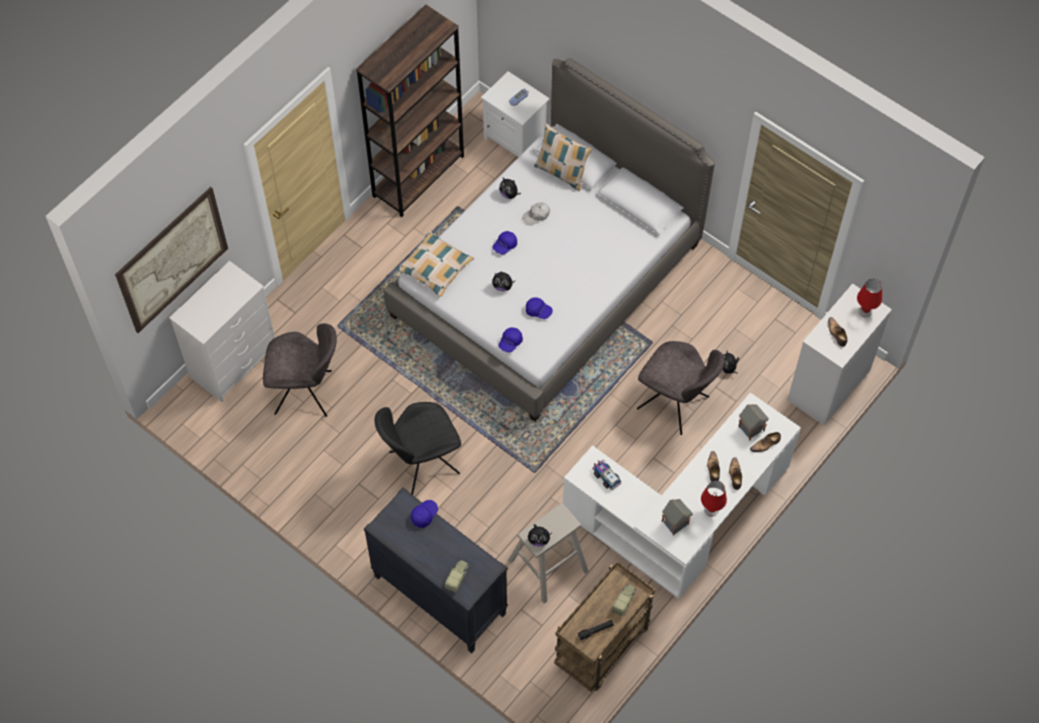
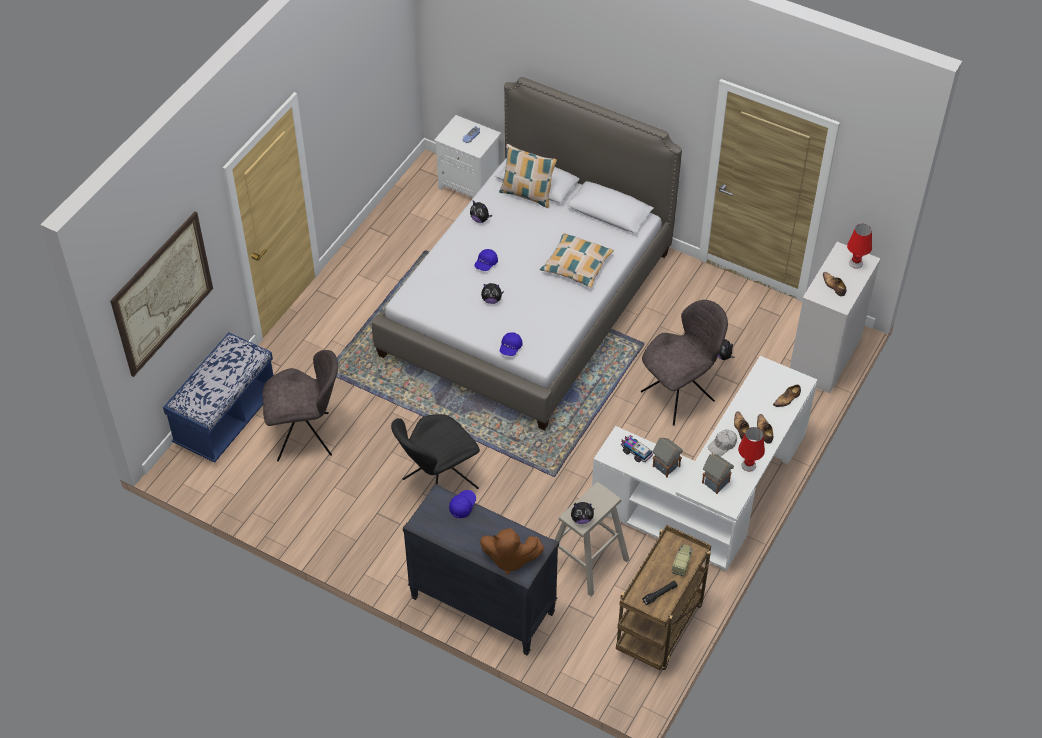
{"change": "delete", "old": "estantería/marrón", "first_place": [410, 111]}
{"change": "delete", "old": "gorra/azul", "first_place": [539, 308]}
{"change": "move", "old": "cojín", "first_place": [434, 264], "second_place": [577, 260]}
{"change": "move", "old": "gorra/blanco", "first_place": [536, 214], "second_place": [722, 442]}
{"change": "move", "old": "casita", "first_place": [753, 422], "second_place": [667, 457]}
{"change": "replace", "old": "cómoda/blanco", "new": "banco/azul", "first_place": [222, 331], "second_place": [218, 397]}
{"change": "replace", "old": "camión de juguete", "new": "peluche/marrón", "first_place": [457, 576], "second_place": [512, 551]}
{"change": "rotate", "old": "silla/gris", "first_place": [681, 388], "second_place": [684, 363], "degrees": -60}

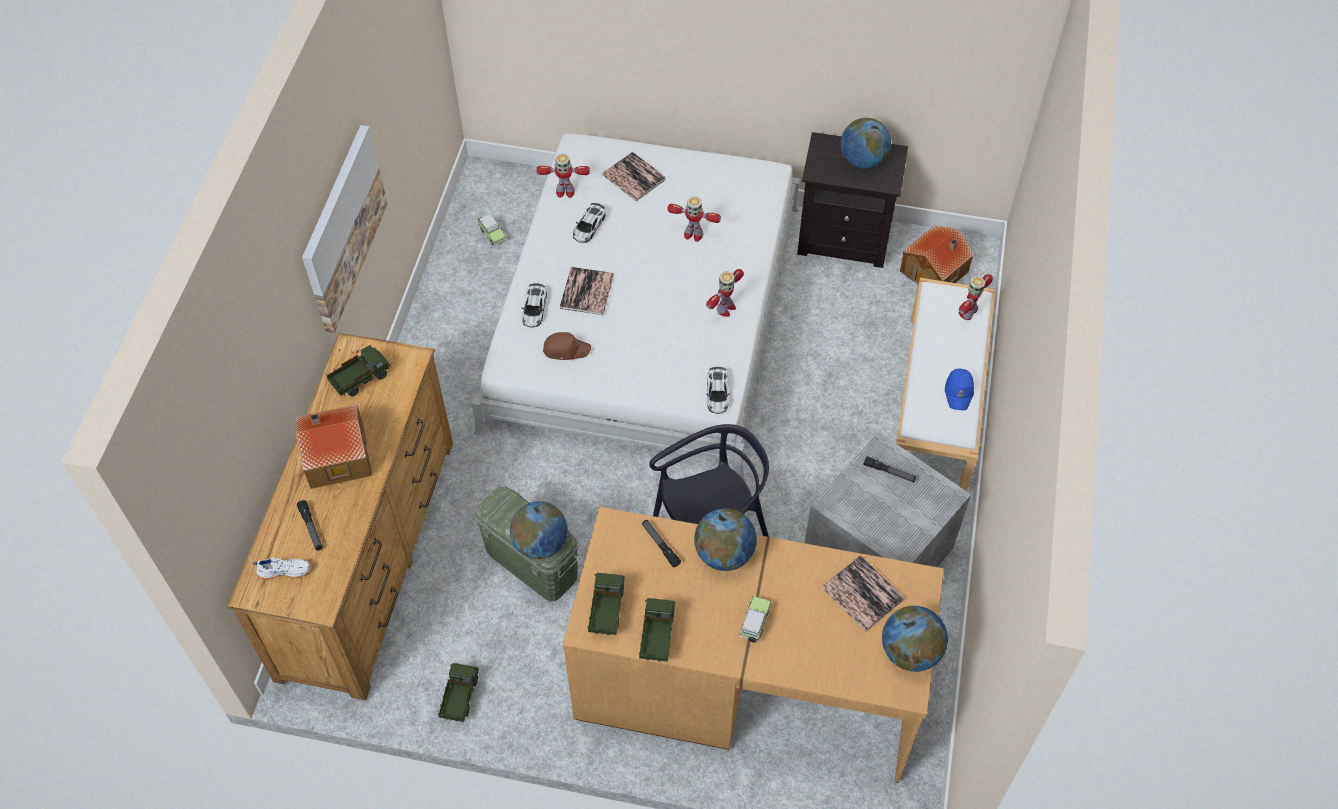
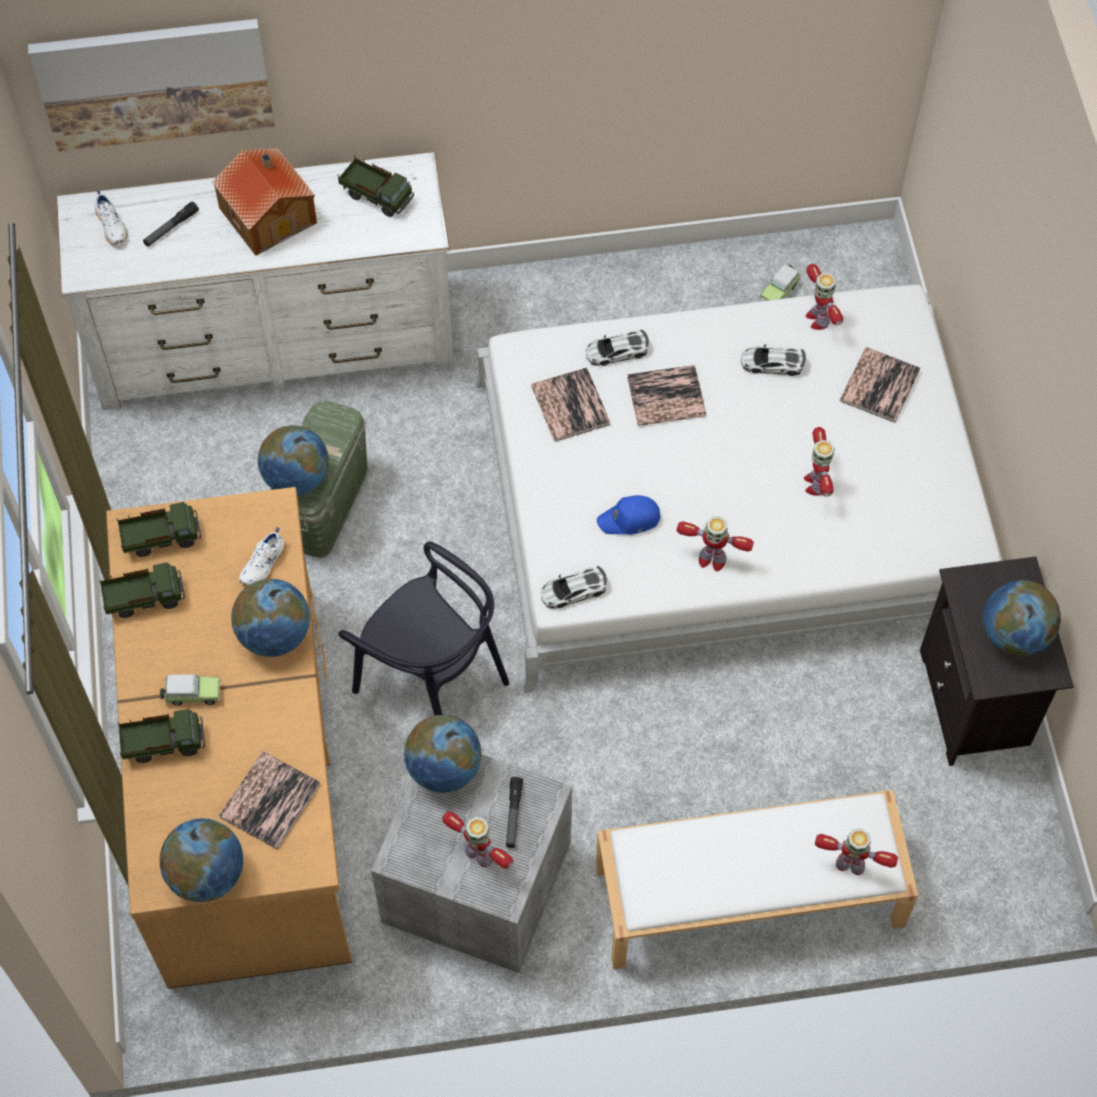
{"change": "delete", "old": "casita", "first_place": [937, 255]}
{"change": "insert", "new": "globo terráqueo", "second_place": [443, 754]}
{"change": "insert", "new": "robot de juguete", "second_place": [477, 840]}
{"change": "move", "old": "cuadro", "first_place": [345, 229], "second_place": [151, 85]}
{"change": "move", "old": "camión de juguete", "first_place": [458, 692], "second_place": [161, 735]}
{"change": "move", "old": "gorra/azul", "first_place": [959, 389], "second_place": [628, 515]}
{"change": "replace", "old": "gorra/marrón", "new": "libro", "first_place": [567, 346], "second_place": [570, 404]}
{"change": "replace", "old": "linterna", "new": "zapato/blanco", "first_place": [661, 543], "second_place": [262, 556]}
{"change": "recolor", "old": "cómoda/marrón", "new": "cómoda/blanco", "first_place": [340, 517], "second_place": [255, 281]}

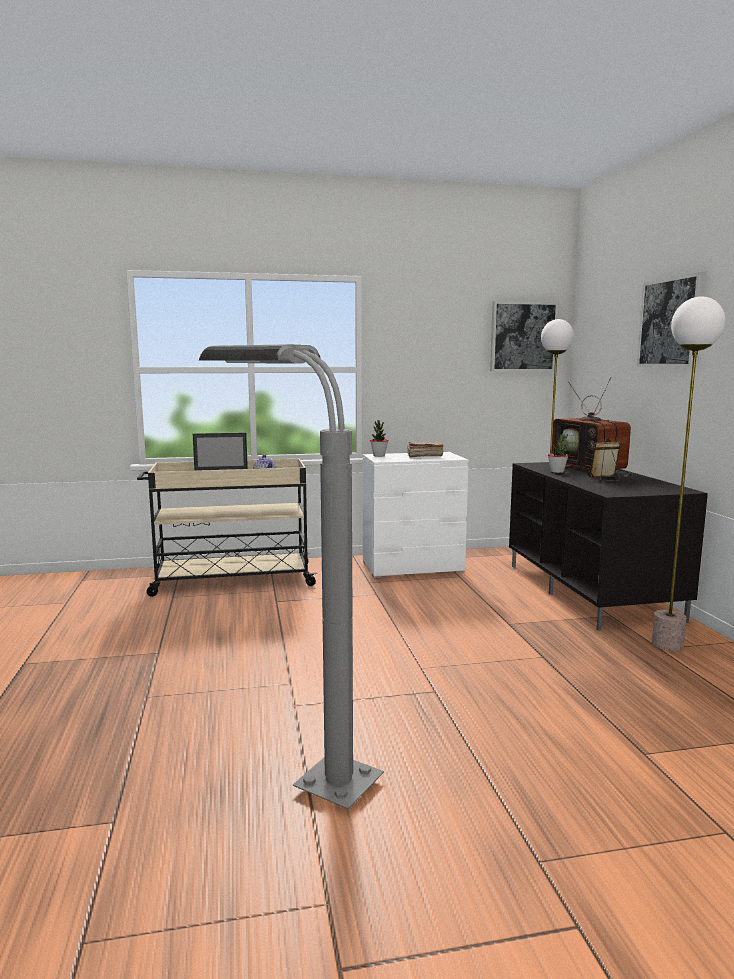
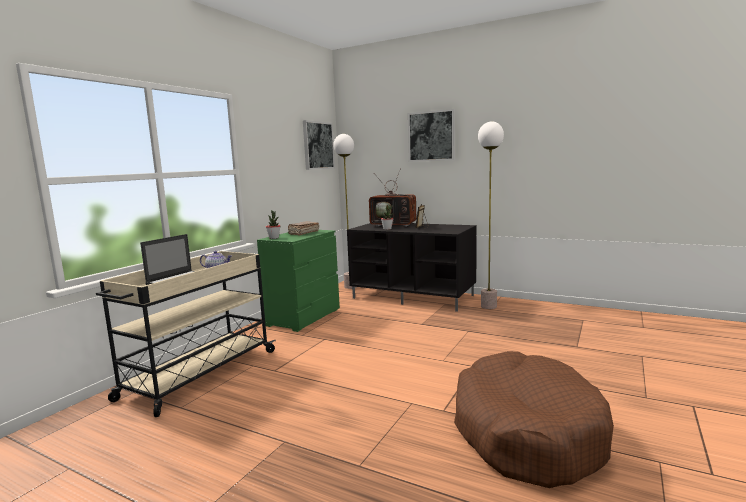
{"change": "replace", "old": "lámpara de pie/gris", "new": "cama para perro/marrón", "first_place": [291, 576], "second_place": [534, 419]}
{"change": "recolor", "old": "cómoda/blanco", "new": "cómoda/verde", "first_place": [416, 515], "second_place": [298, 281]}

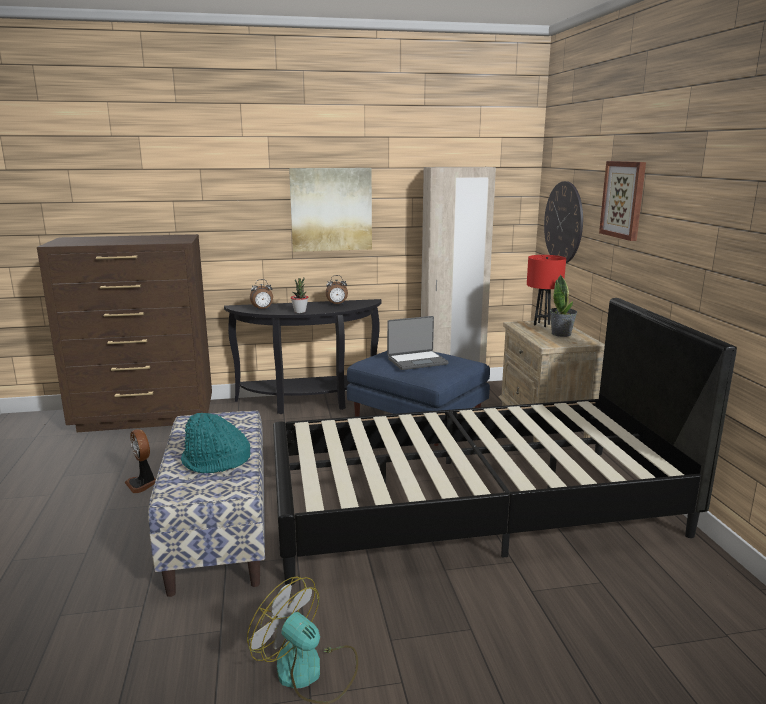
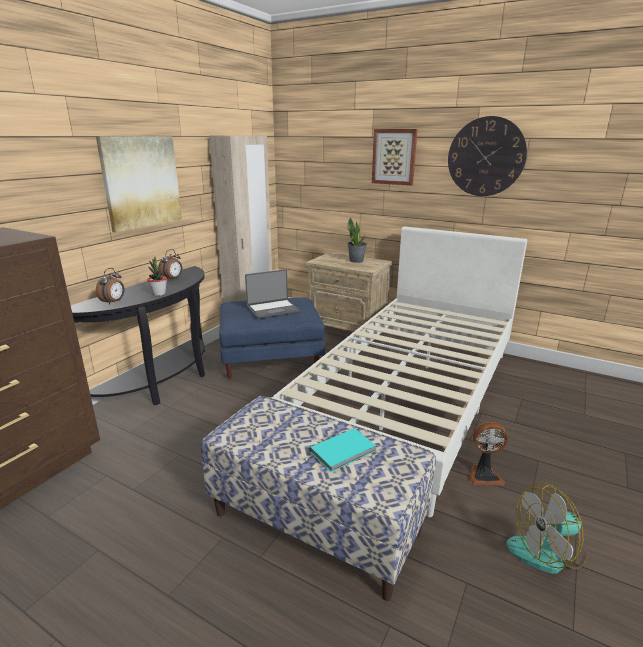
{"change": "delete", "old": "lámpara de mesa/rojo", "first_place": [546, 291]}
{"change": "move", "old": "ventilador", "first_place": [140, 461], "second_place": [488, 454]}
{"change": "move", "old": "reloj de pared", "first_place": [563, 222], "second_place": [487, 156]}
{"change": "replace", "old": "sombrero/turquesa", "new": "libro/turquesa", "first_place": [215, 443], "second_place": [343, 450]}
{"change": "recolor", "old": "cama/negro", "new": "cama/blanco", "first_place": [505, 441], "second_place": [399, 371]}
{"change": "rotate", "old": "portátil", "first_place": [418, 343], "second_place": [272, 294], "degrees": 45}

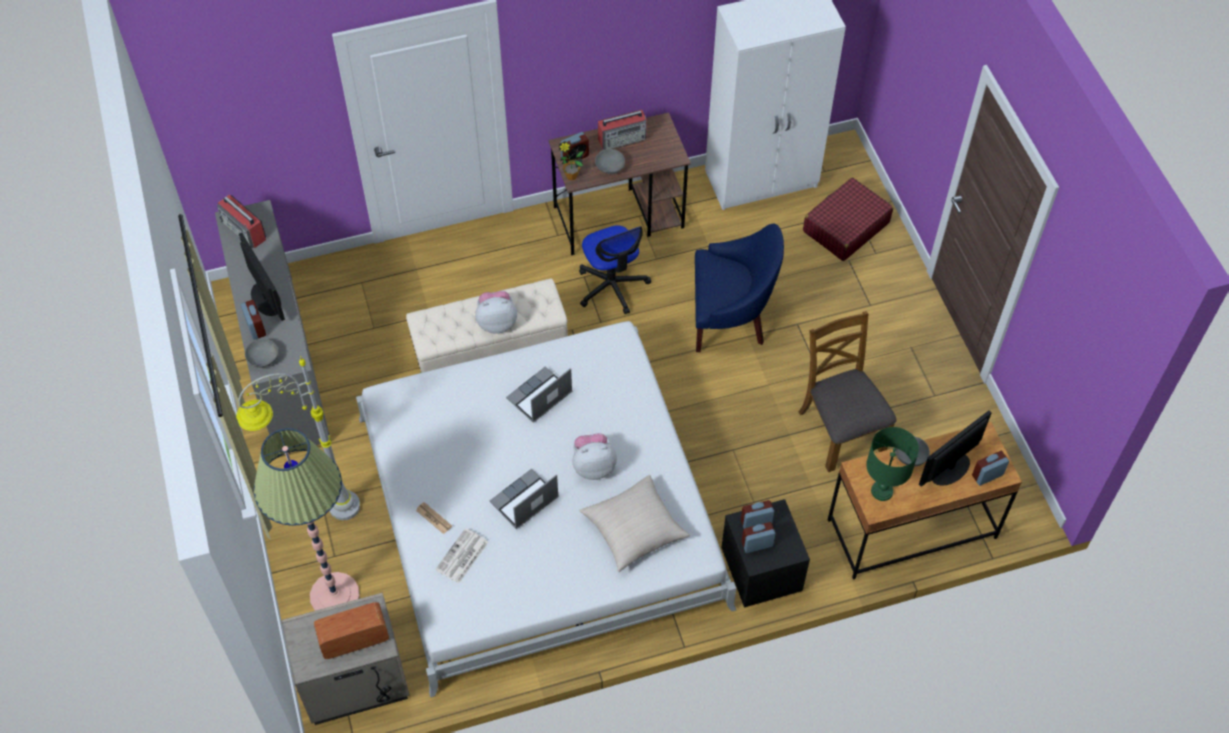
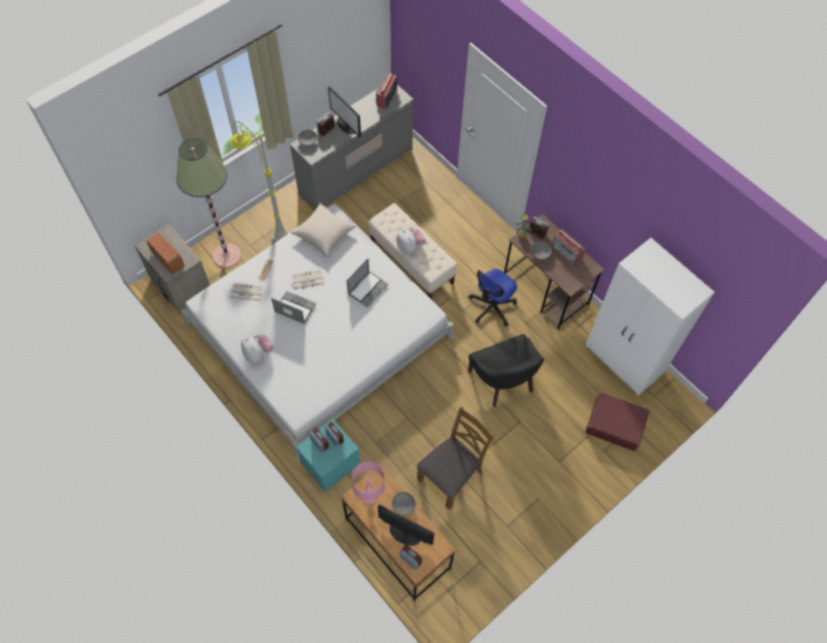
{"change": "insert", "new": "periódico", "second_place": [308, 279]}
{"change": "move", "old": "peluche", "first_place": [594, 456], "second_place": [257, 349]}
{"change": "move", "old": "cojín/beis", "first_place": [634, 523], "second_place": [324, 230]}
{"change": "recolor", "old": "sillón/azul", "new": "sillón/negro", "first_place": [739, 288], "second_place": [506, 370]}
{"change": "recolor", "old": "mesita de noche/negro", "new": "mesita de noche/turquesa", "first_place": [765, 553], "second_place": [328, 455]}
{"change": "recolor", "old": "lámpara de mesa/verde", "new": "lámpara de mesa/rosa", "first_place": [892, 464], "second_place": [368, 483]}
{"change": "rotate", "old": "monitor", "first_place": [262, 277], "second_place": [344, 111], "degrees": 105}
{"change": "rotate", "old": "portátil", "first_place": [539, 394], "second_place": [367, 283], "degrees": 105}

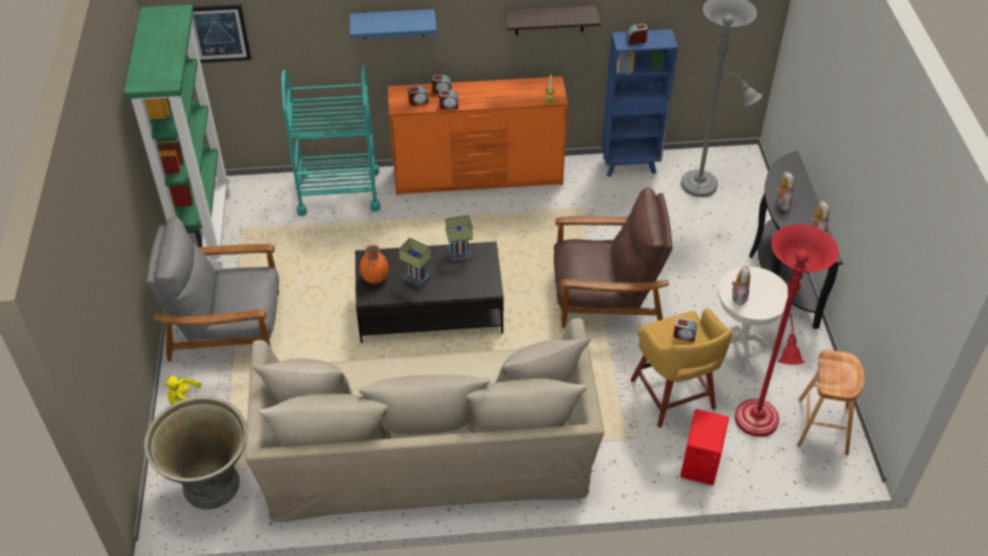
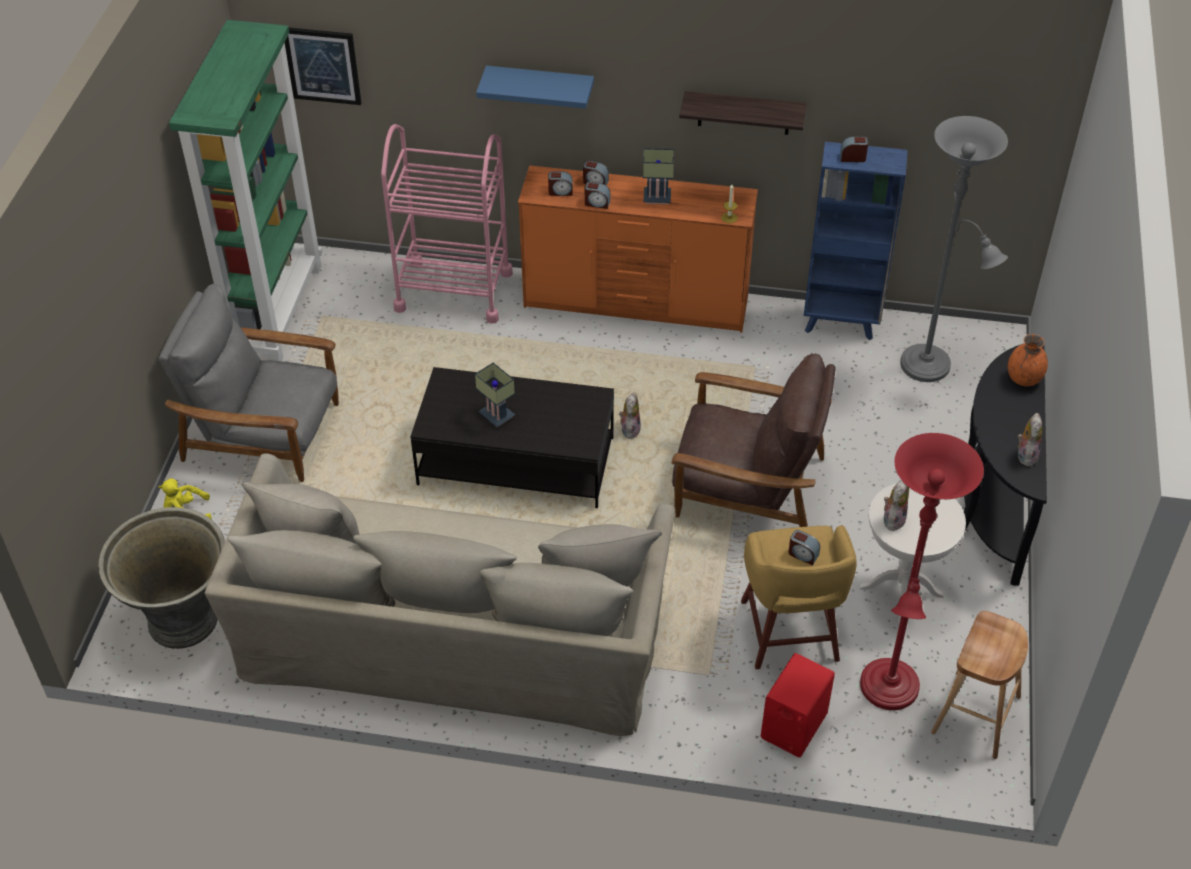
{"change": "move", "old": "florero/naranja", "first_place": [374, 264], "second_place": [1028, 360]}
{"change": "move", "old": "lámpara de mesa", "first_place": [459, 237], "second_place": [658, 176]}
{"change": "move", "old": "peluche", "first_place": [785, 191], "second_place": [630, 415]}
{"change": "recolor", "old": "carrito/turquesa", "new": "carrito/rosa", "first_place": [331, 141], "second_place": [447, 224]}

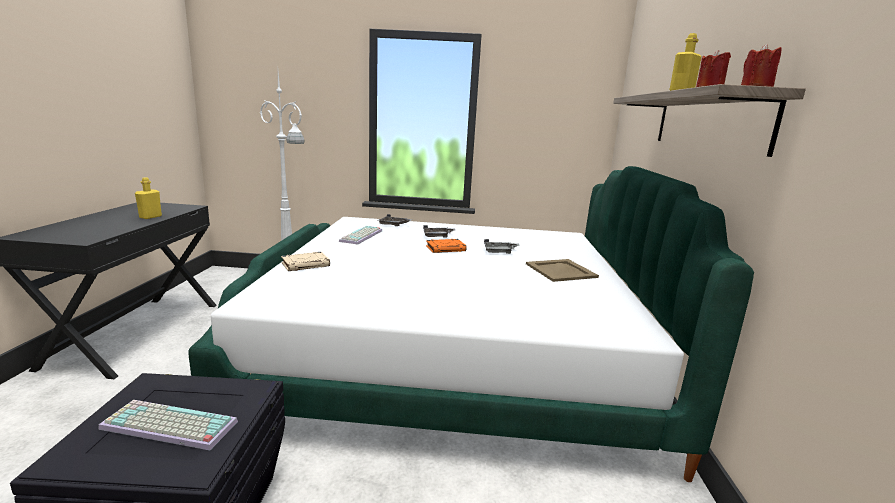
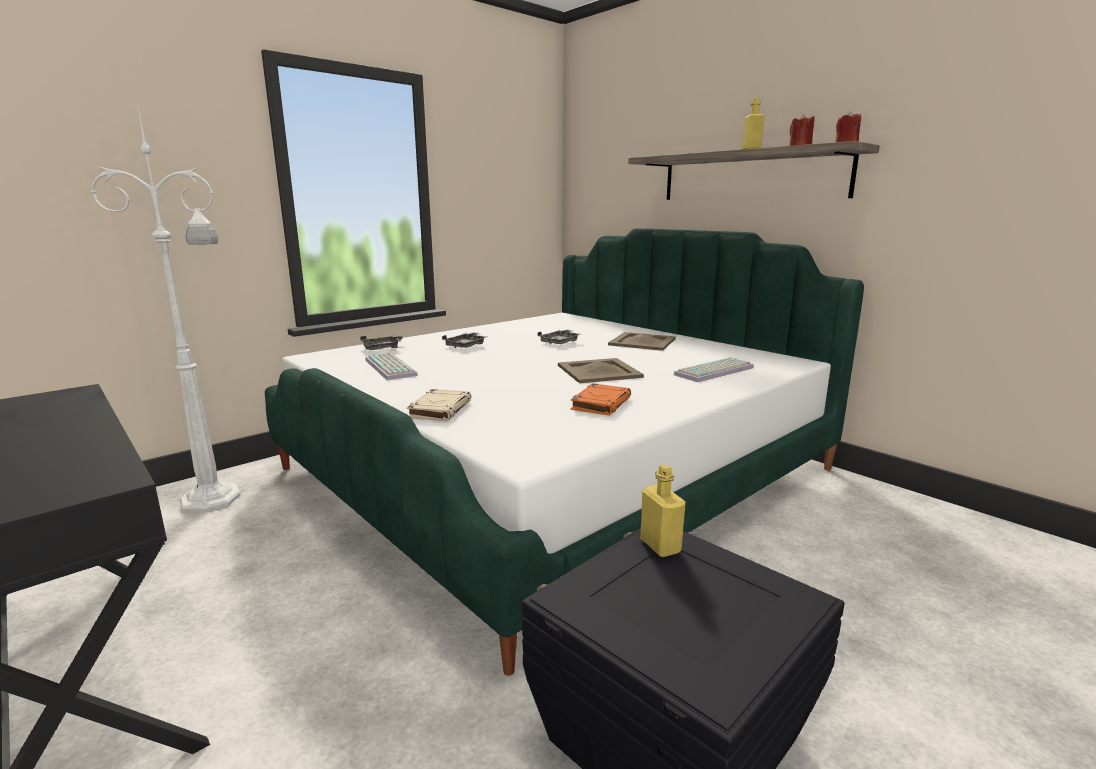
{"change": "insert", "new": "bandeja/beis", "second_place": [601, 370]}
{"change": "move", "old": "teclado", "first_place": [168, 425], "second_place": [714, 369]}
{"change": "move", "old": "botella/amarillo", "first_place": [148, 198], "second_place": [663, 510]}
{"change": "move", "old": "libro/naranja", "first_place": [446, 246], "second_place": [601, 399]}

